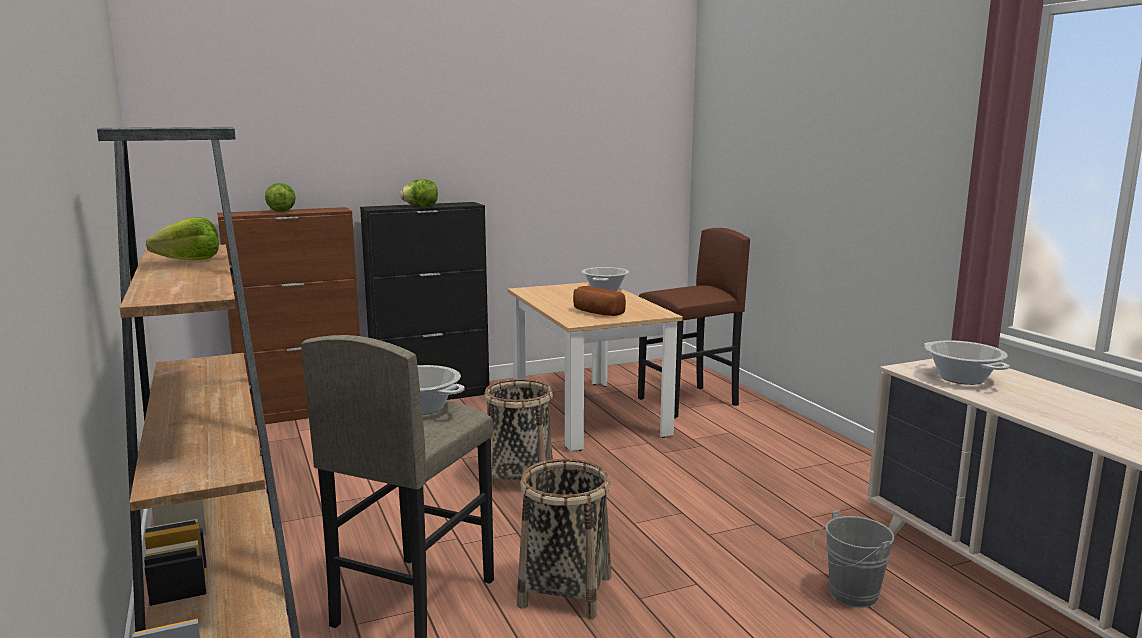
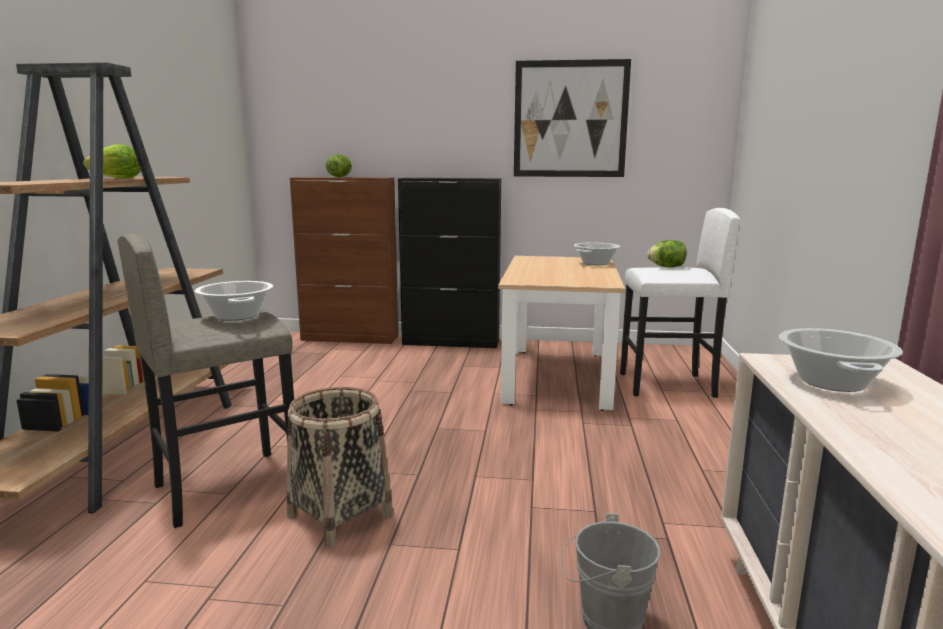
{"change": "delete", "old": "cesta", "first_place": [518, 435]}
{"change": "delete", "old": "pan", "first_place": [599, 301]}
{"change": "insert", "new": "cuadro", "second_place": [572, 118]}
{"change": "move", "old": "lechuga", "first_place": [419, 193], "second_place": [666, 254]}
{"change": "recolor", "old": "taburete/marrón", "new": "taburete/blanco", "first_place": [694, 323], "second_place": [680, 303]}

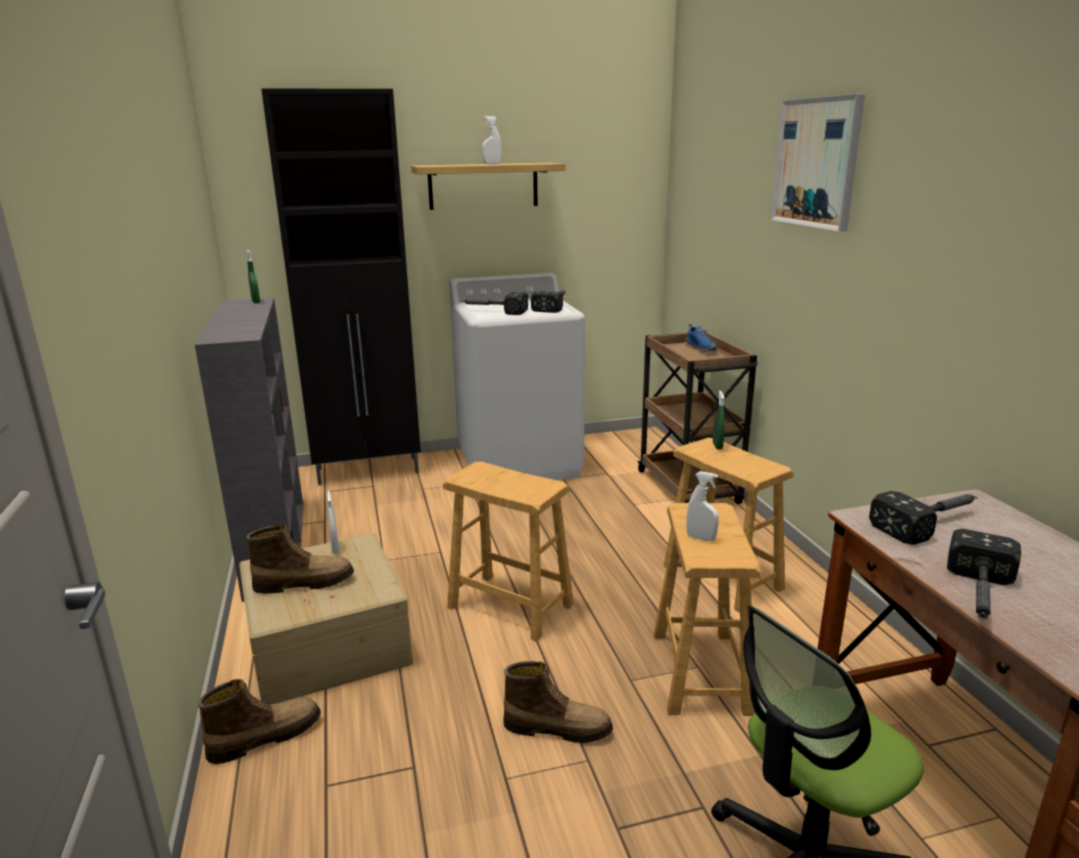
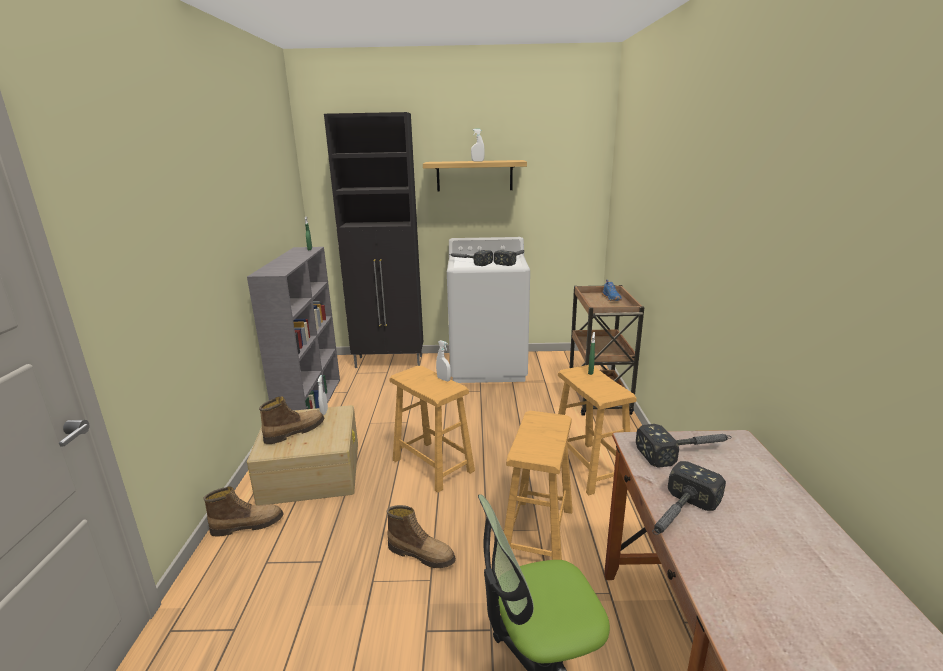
{"change": "delete", "old": "cuadro", "first_place": [818, 163]}
{"change": "move", "old": "pulverizador/blanco", "first_place": [702, 506], "second_place": [443, 360]}
{"change": "rotate", "old": "bota", "first_place": [300, 559], "second_place": [291, 420], "degrees": -45}

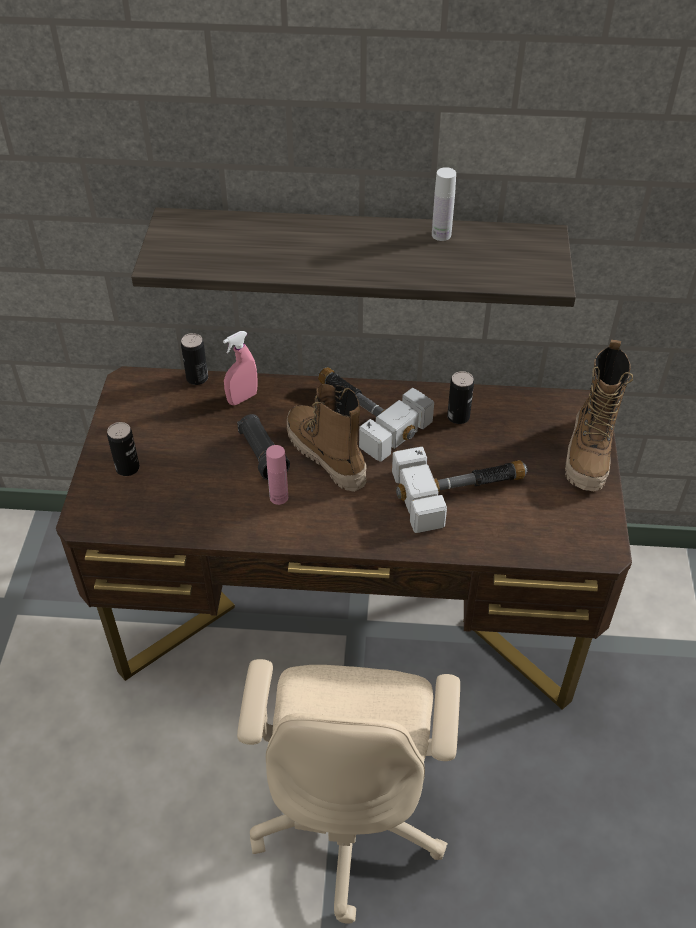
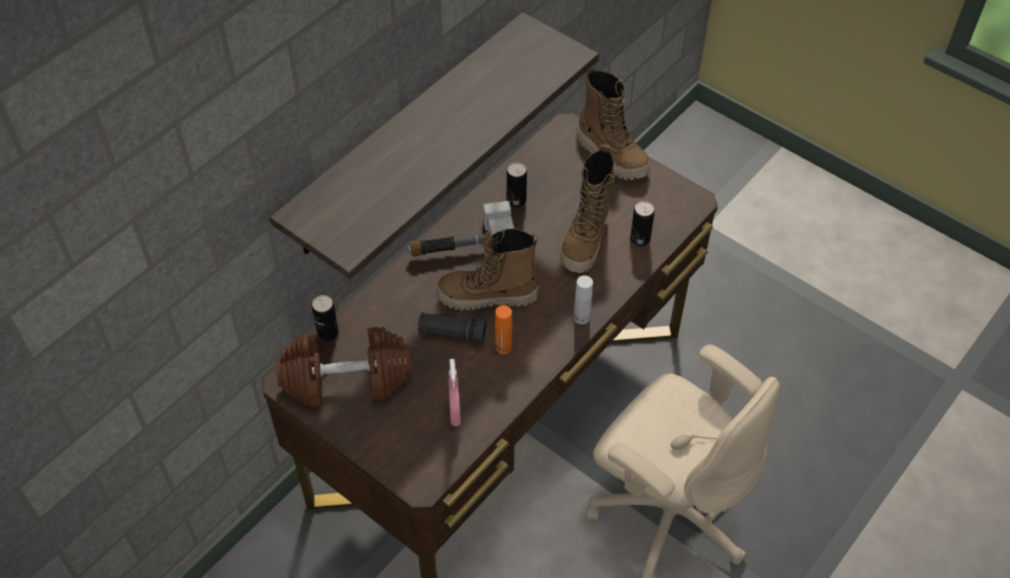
{"change": "insert", "new": "mancuerna/marrón", "second_place": [344, 367]}
{"change": "move", "old": "lata", "first_place": [123, 449], "second_place": [642, 223]}
{"change": "move", "old": "pulverizador/rosa", "first_place": [240, 368], "second_place": [454, 392]}
{"change": "move", "old": "botella/blanco", "first_place": [444, 204], "second_place": [583, 299]}
{"change": "replace", "old": "martillo", "new": "bota", "first_place": [460, 490], "second_place": [587, 208]}
{"change": "recolor", "old": "botella/rosa", "new": "botella/naranja", "first_place": [277, 475], "second_place": [503, 329]}

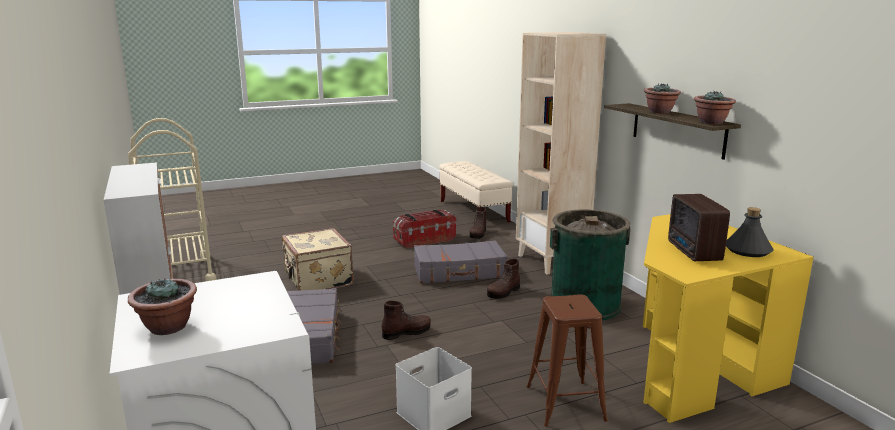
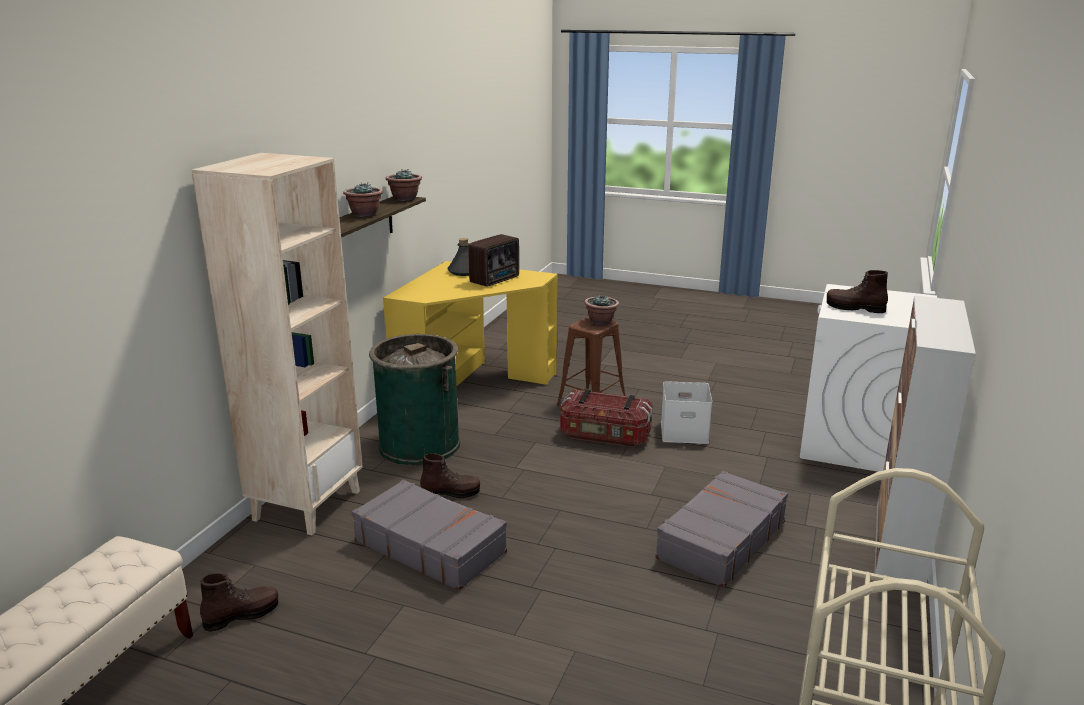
{"change": "delete", "old": "maleta/beis", "first_place": [318, 259]}
{"change": "move", "old": "planta en maceta", "first_place": [162, 307], "second_place": [601, 309]}
{"change": "move", "old": "bota/marrón", "first_place": [406, 320], "second_place": [857, 291]}
{"change": "move", "old": "caja de almacenaje", "first_place": [424, 229], "second_place": [606, 418]}

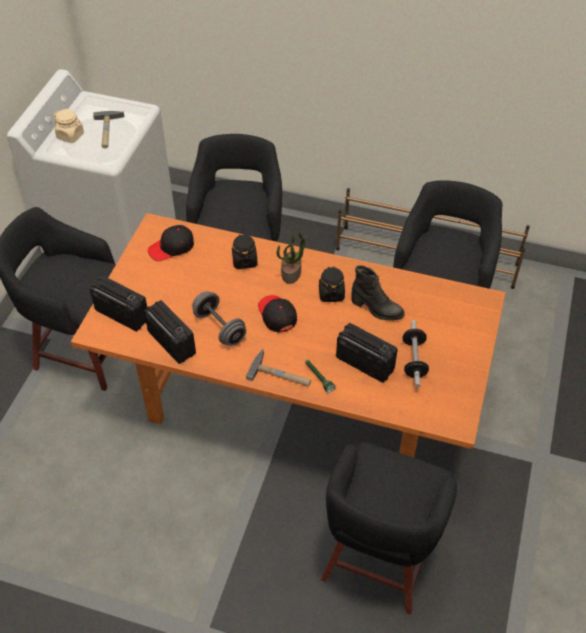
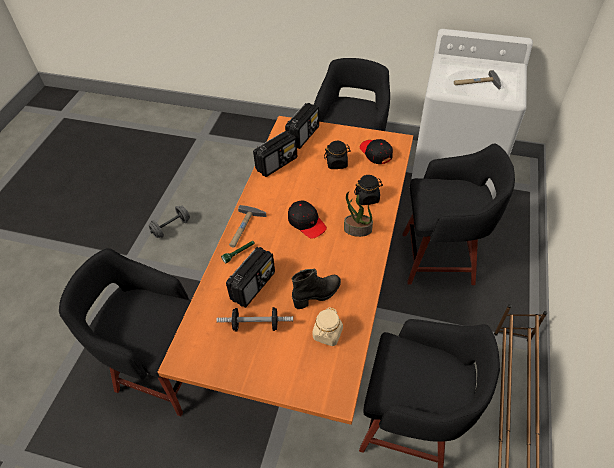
{"change": "move", "old": "tarro/beis", "first_place": [69, 126], "second_place": [328, 326]}
{"change": "move", "old": "mancuerna/gris", "first_place": [219, 318], "second_place": [169, 222]}
{"change": "move", "old": "tarro/negro", "first_place": [332, 284], "second_place": [337, 155]}
{"change": "rotate", "old": "gorra/negro", "first_place": [277, 314], "second_place": [307, 220], "degrees": 75}
{"change": "rotate", "old": "bota/negro", "first_place": [378, 293], "second_place": [316, 289], "degrees": -150}

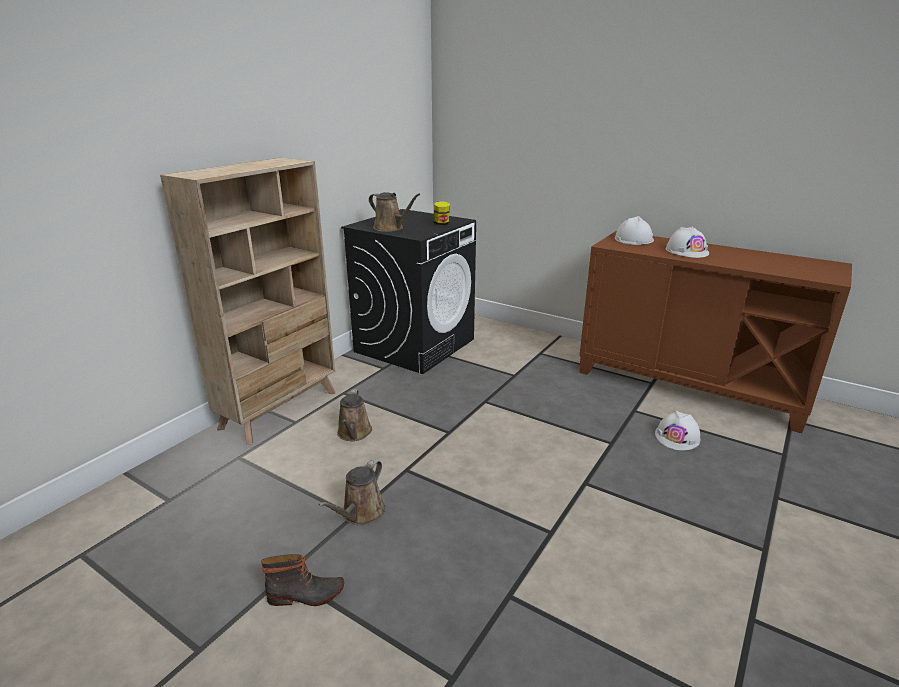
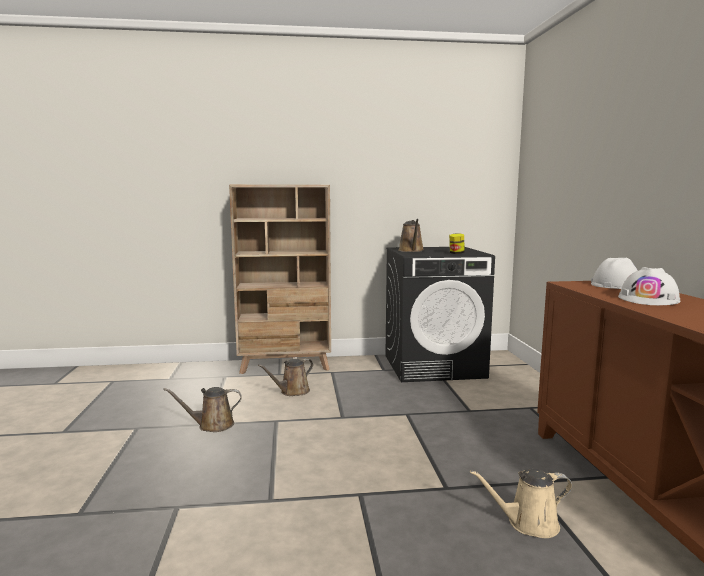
{"change": "delete", "old": "bota", "first_place": [302, 580]}
{"change": "replace", "old": "casco/blanco", "new": "regadera/beis", "first_place": [678, 430], "second_place": [521, 503]}

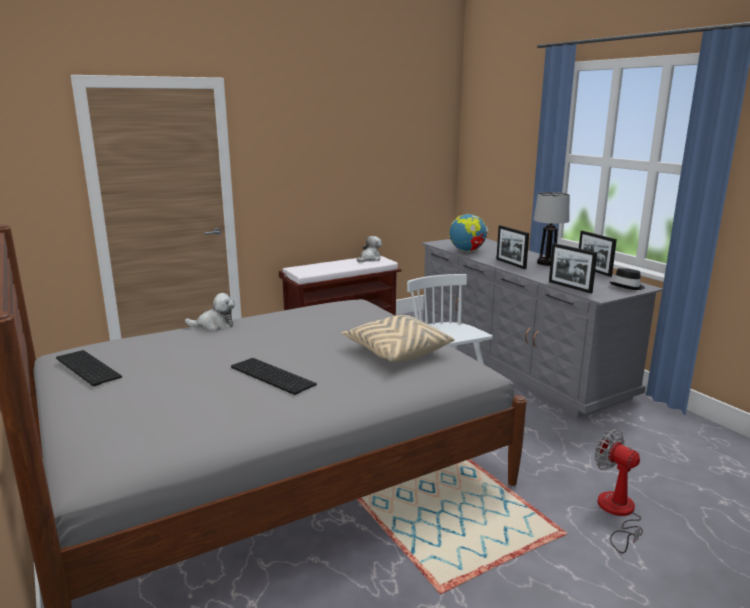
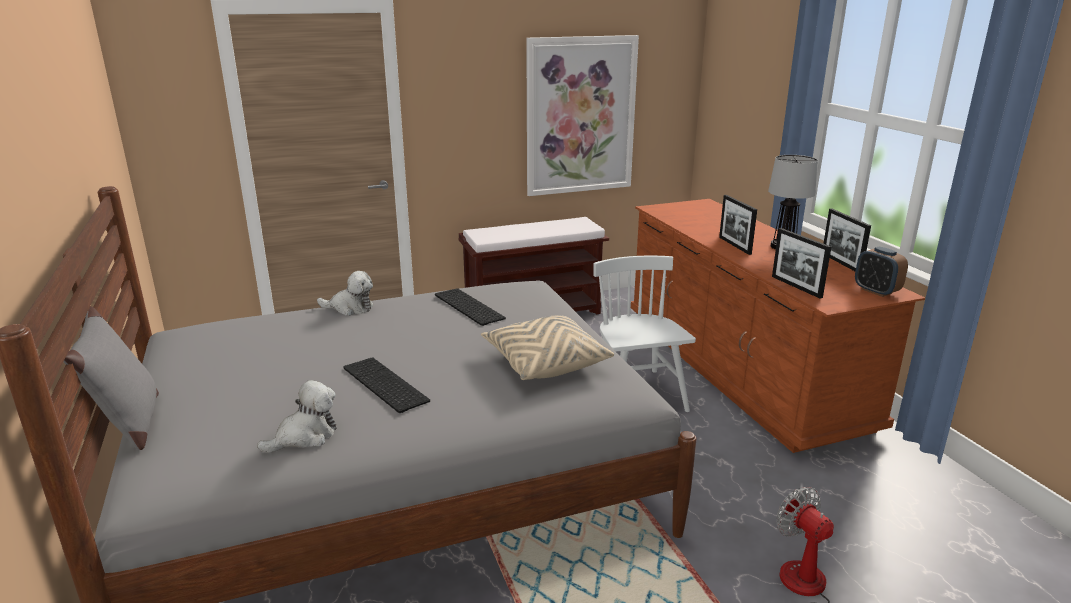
{"change": "delete", "old": "globo terráqueo", "first_place": [468, 233]}
{"change": "insert", "new": "cojín/gris", "second_place": [111, 378]}
{"change": "insert", "new": "cuadro", "second_place": [582, 115]}
{"change": "move", "old": "teclado", "first_place": [89, 368], "second_place": [470, 307]}
{"change": "move", "old": "peluche", "first_place": [369, 249], "second_place": [297, 416]}
{"change": "replace", "old": "sombrero/negro", "new": "despertador", "first_place": [627, 279], "second_place": [881, 272]}
{"change": "recolor", "old": "cómoda/gris", "new": "cómoda/marrón", "first_place": [542, 328], "second_place": [778, 326]}

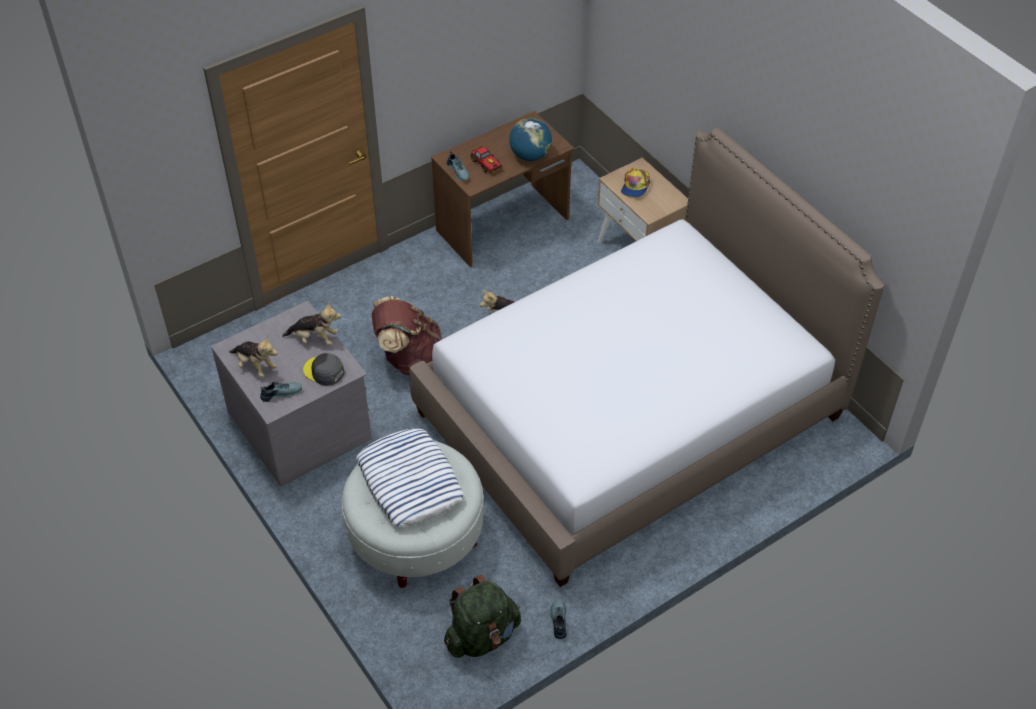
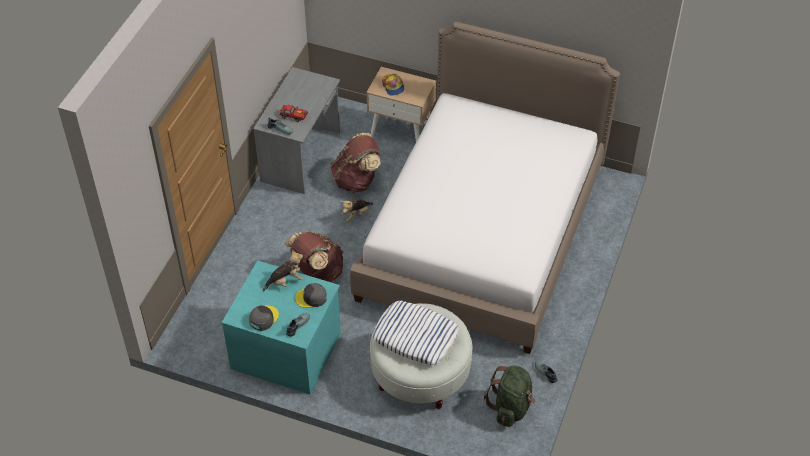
{"change": "delete", "old": "globo terráqueo", "first_place": [530, 139]}
{"change": "insert", "new": "mochila/marrón", "second_place": [355, 163]}
{"change": "replace", "old": "peluche", "new": "gorra/gris", "first_place": [253, 356], "second_place": [264, 318]}
{"change": "recolor", "old": "cómoda/gris", "new": "cómoda/turquesa", "first_place": [291, 393], "second_place": [281, 327]}
{"change": "recolor", "old": "escritorio/marrón", "new": "escritorio/gris", "first_place": [503, 189], "second_place": [296, 130]}

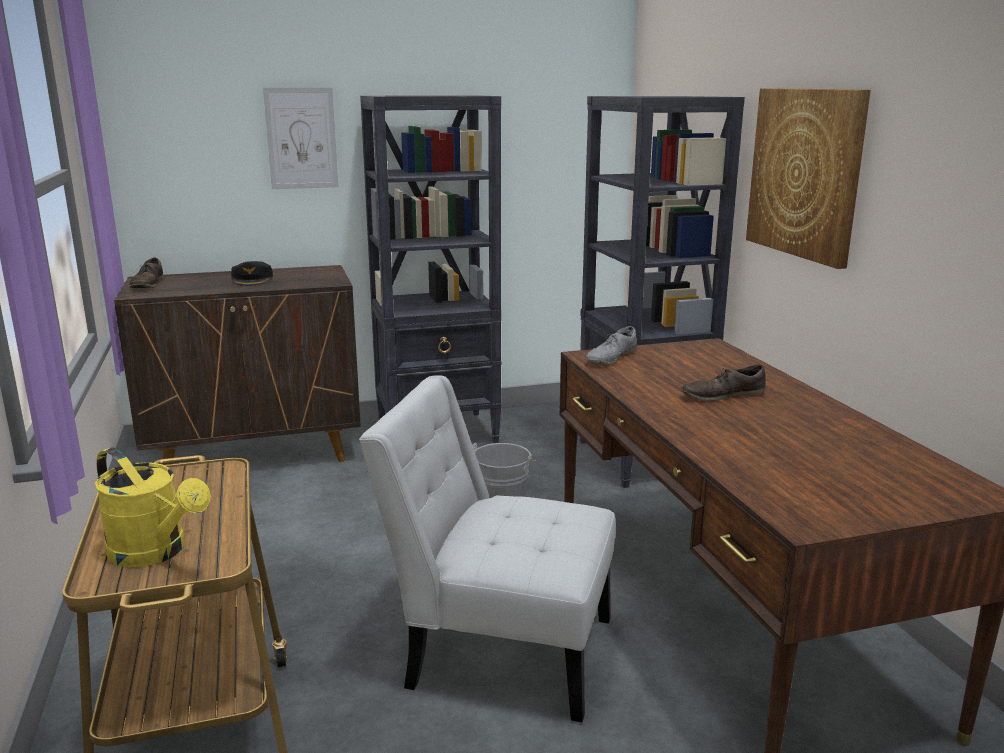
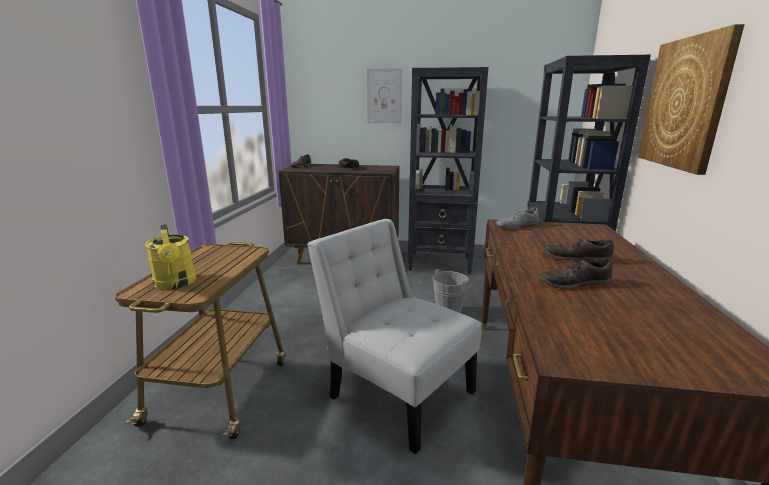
{"change": "insert", "new": "zapato/marrón", "second_place": [575, 273]}

